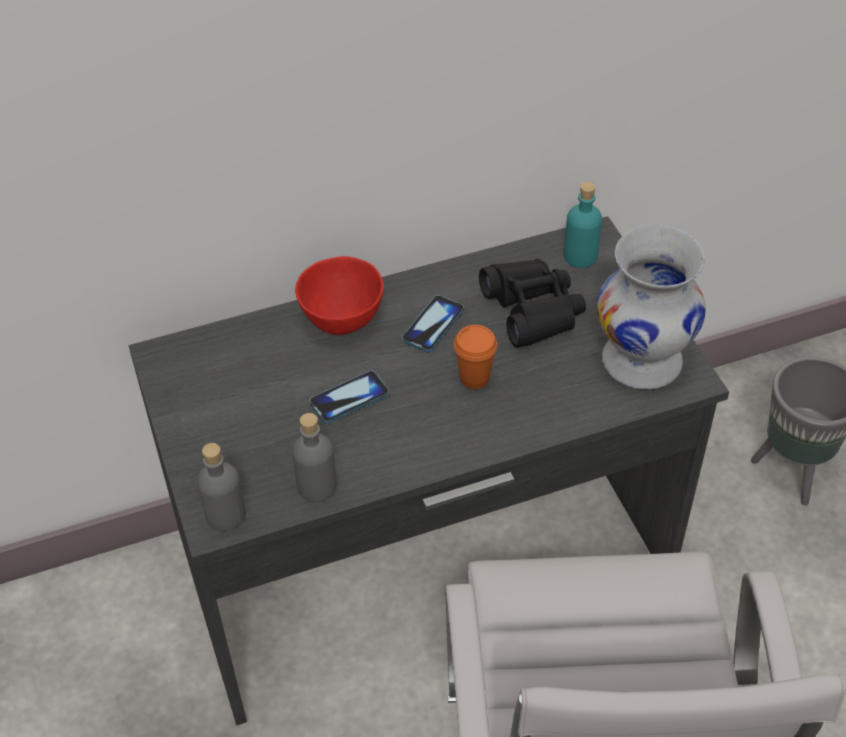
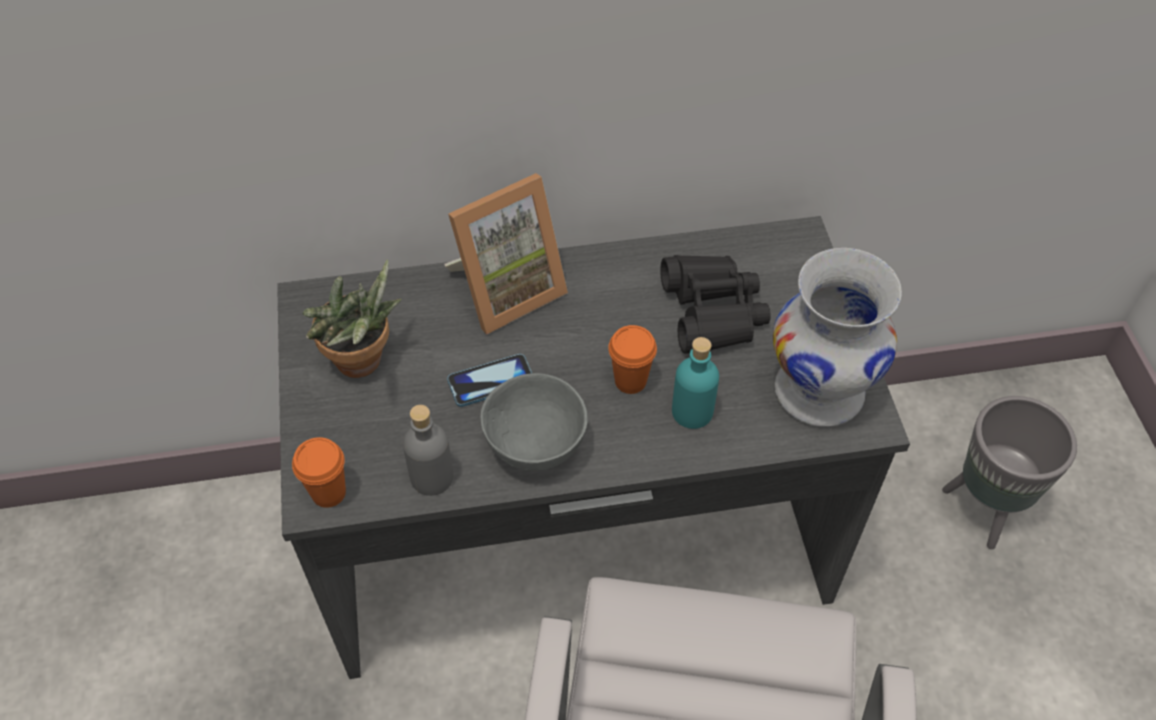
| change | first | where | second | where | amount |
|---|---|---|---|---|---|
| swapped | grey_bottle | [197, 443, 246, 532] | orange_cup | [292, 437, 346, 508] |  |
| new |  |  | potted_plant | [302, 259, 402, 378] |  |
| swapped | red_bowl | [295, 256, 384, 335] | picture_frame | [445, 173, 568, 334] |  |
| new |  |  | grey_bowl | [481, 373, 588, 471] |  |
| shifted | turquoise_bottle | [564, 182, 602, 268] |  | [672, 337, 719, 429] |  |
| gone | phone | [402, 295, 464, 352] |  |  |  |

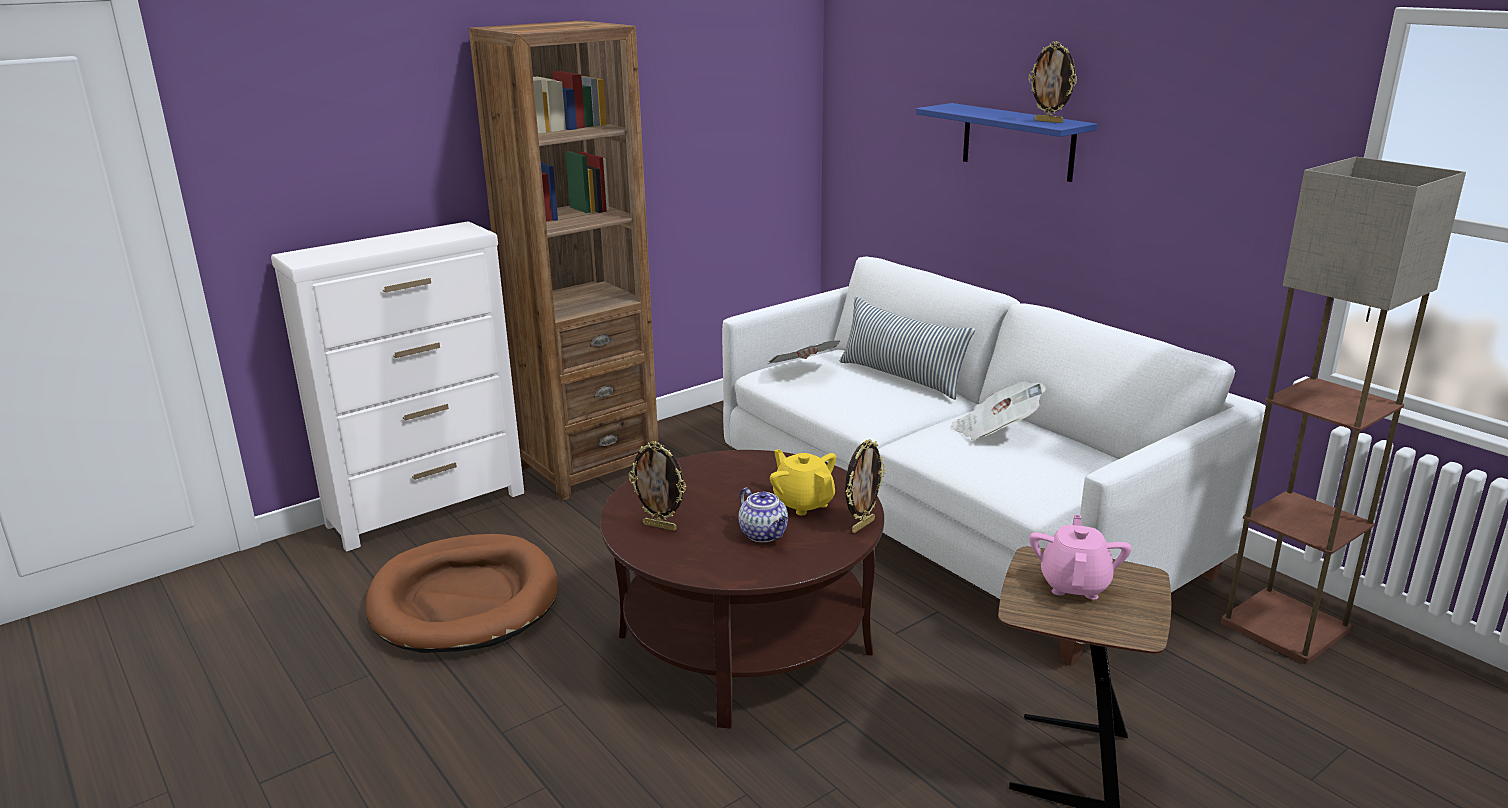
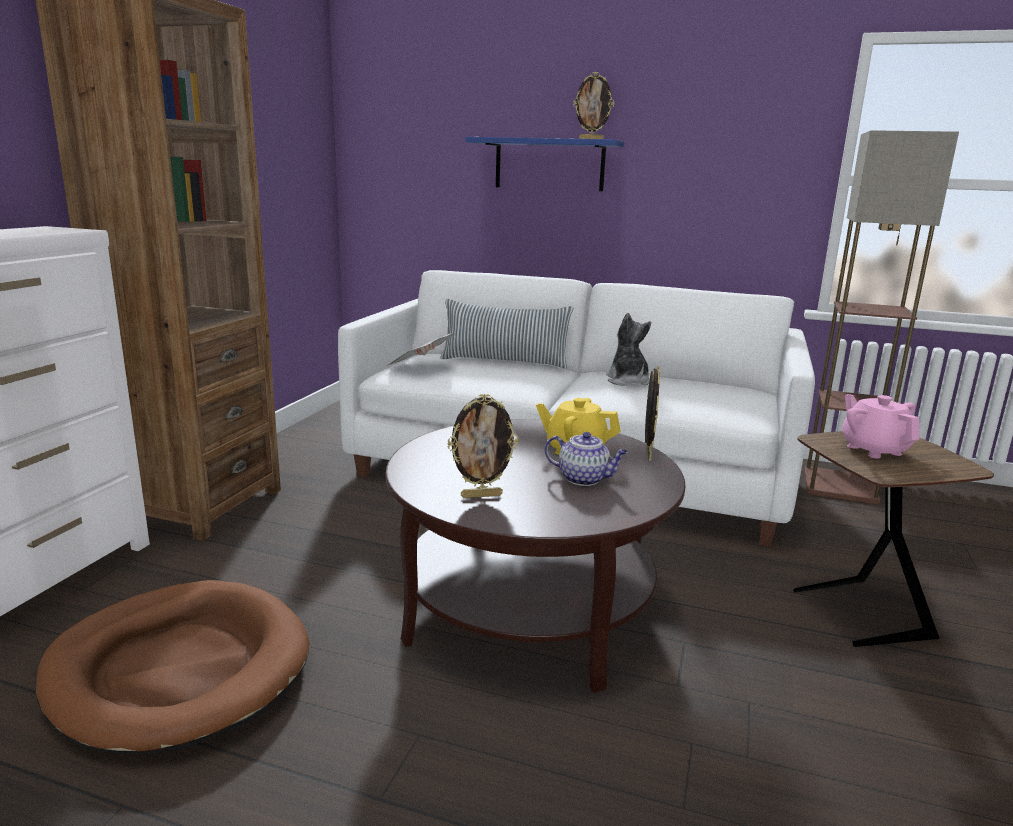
| change | first | where | second | where | amount |
|---|---|---|---|---|---|
| swapped | newspaper | [951, 381, 1046, 440] | plush_toy | [606, 313, 651, 386] |  |

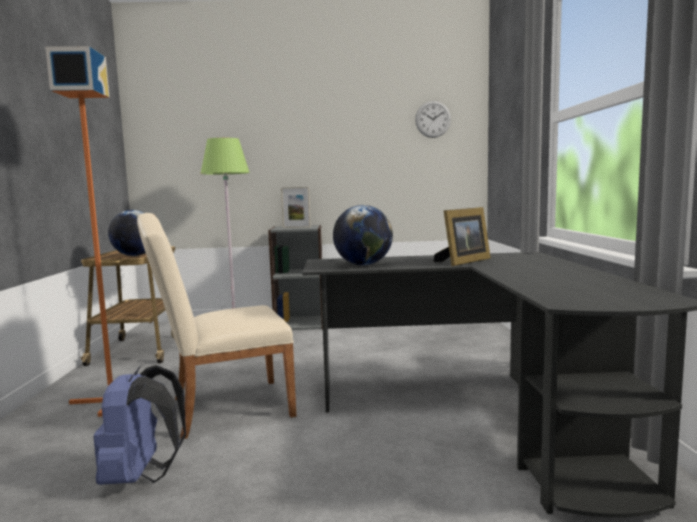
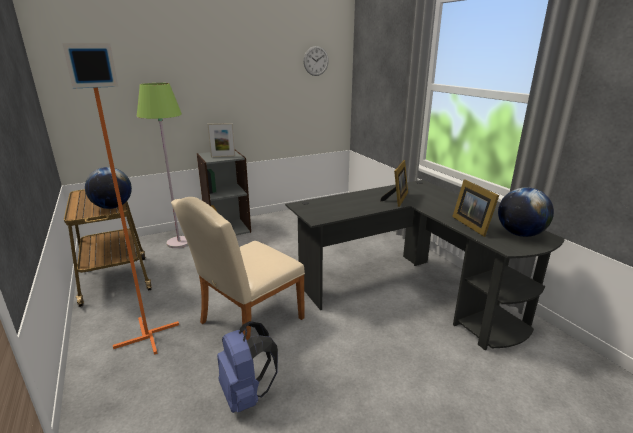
| change | first | where | second | where | amount |
|---|---|---|---|---|---|
| new |  |  | picture_frame | [452, 179, 499, 237] |  |
| shifted | globe | [333, 205, 393, 265] |  | [498, 187, 554, 237] |  |

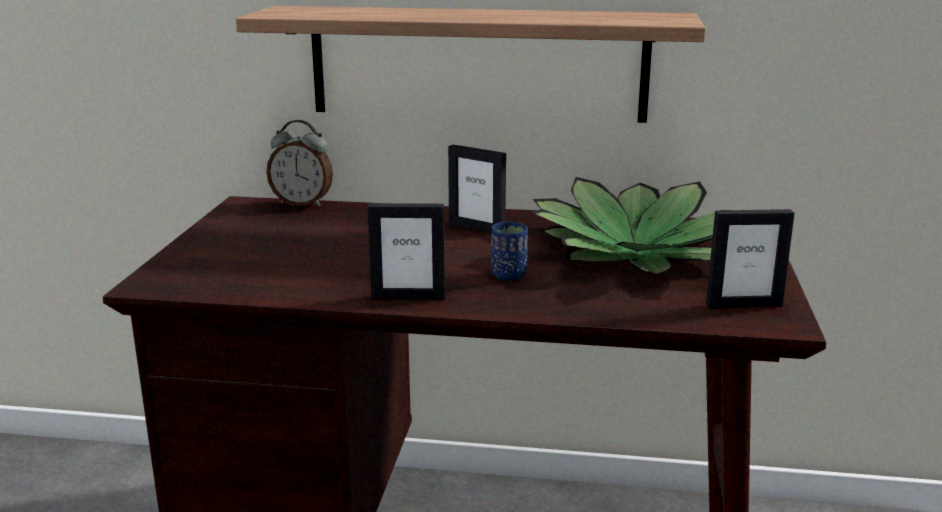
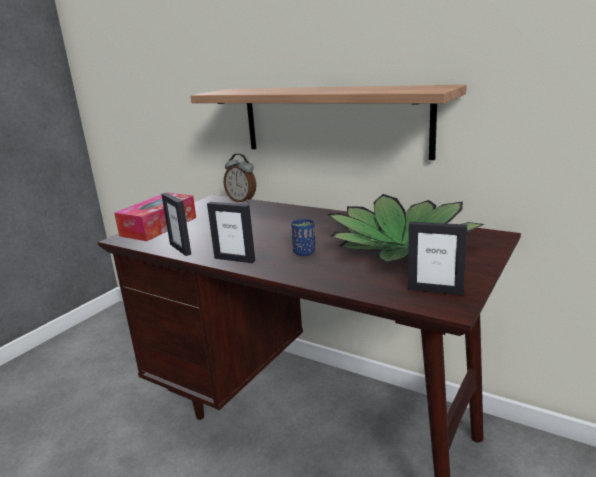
| change | first | where | second | where | amount |
|---|---|---|---|---|---|
| new |  |  | tissue_box | [114, 193, 196, 241] |  |
| shifted | picture_frame | [448, 145, 506, 233] |  | [161, 193, 191, 256] |  |

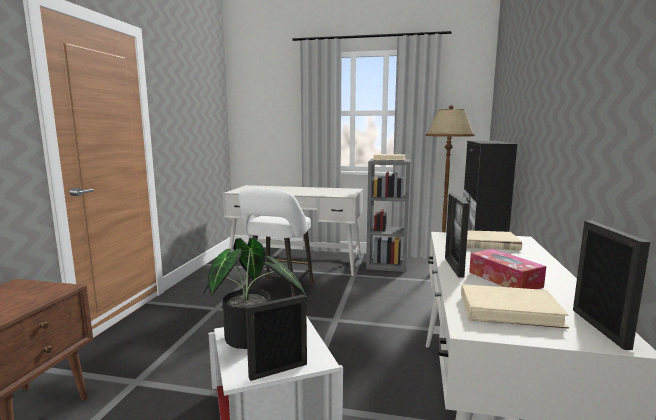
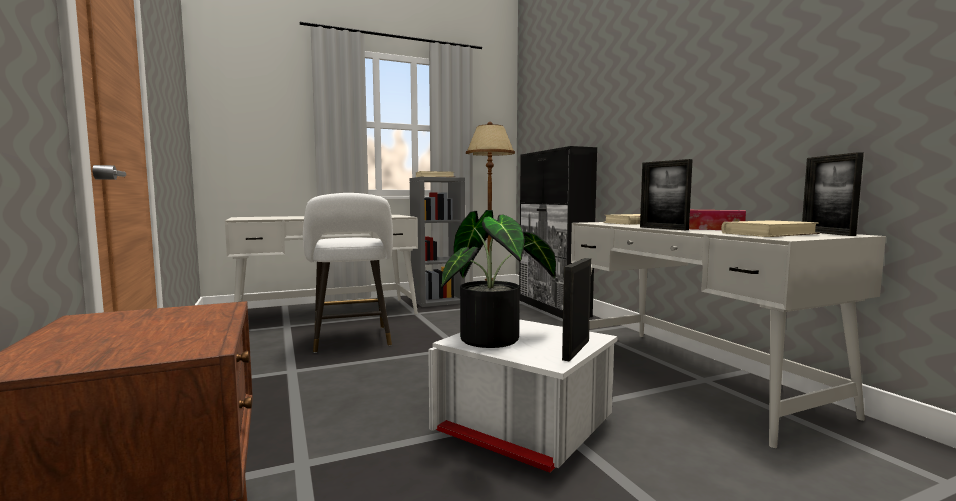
| change | first | where | second | where | amount |
|---|---|---|---|---|---|
| rotated | picture_frame | [573, 221, 650, 350] |  | [802, 152, 864, 236] | 150 degrees counterclockwise |

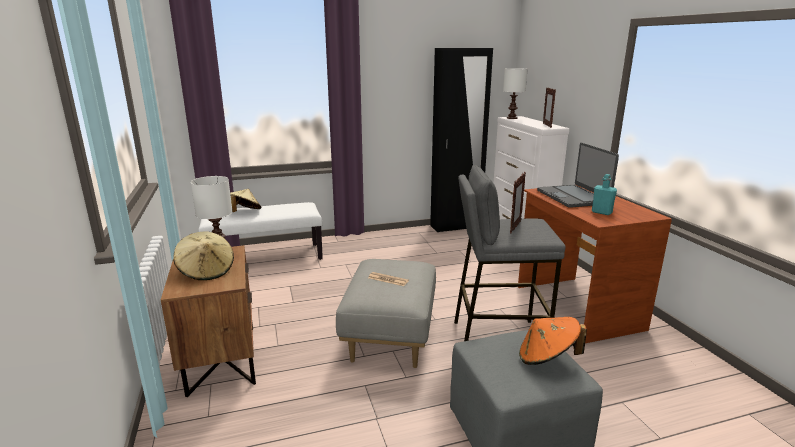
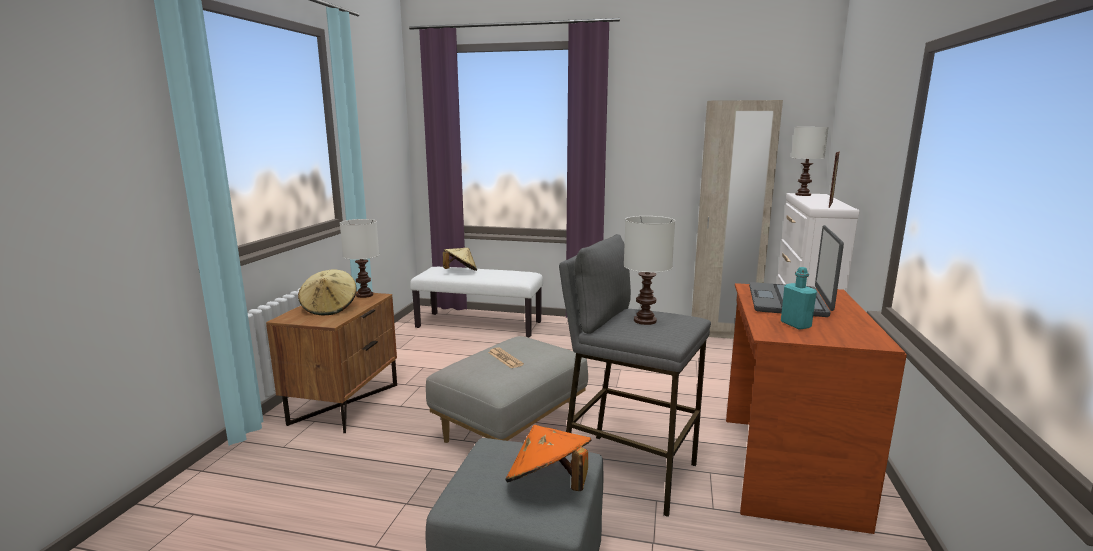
| change | first | where | second | where | amount |
|---|---|---|---|---|---|
| swapped | picture_frame | [510, 172, 526, 233] | white_table_lamp | [624, 216, 675, 325] |  |
| repainted | black_wardrobe | [430, 48, 493, 232] | beige_wardrobe | [692, 100, 783, 339] |  |

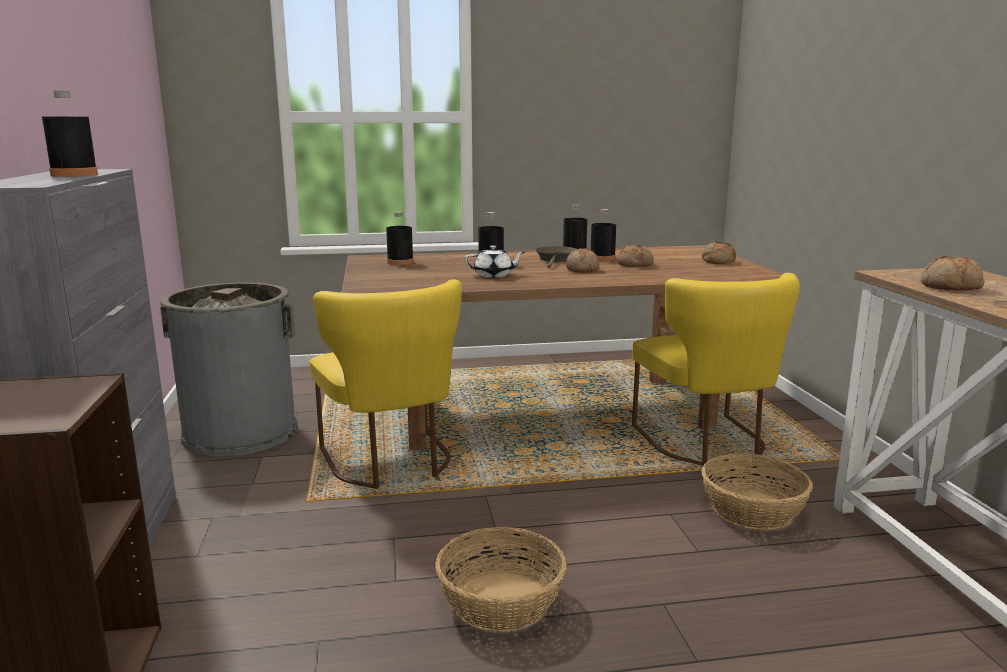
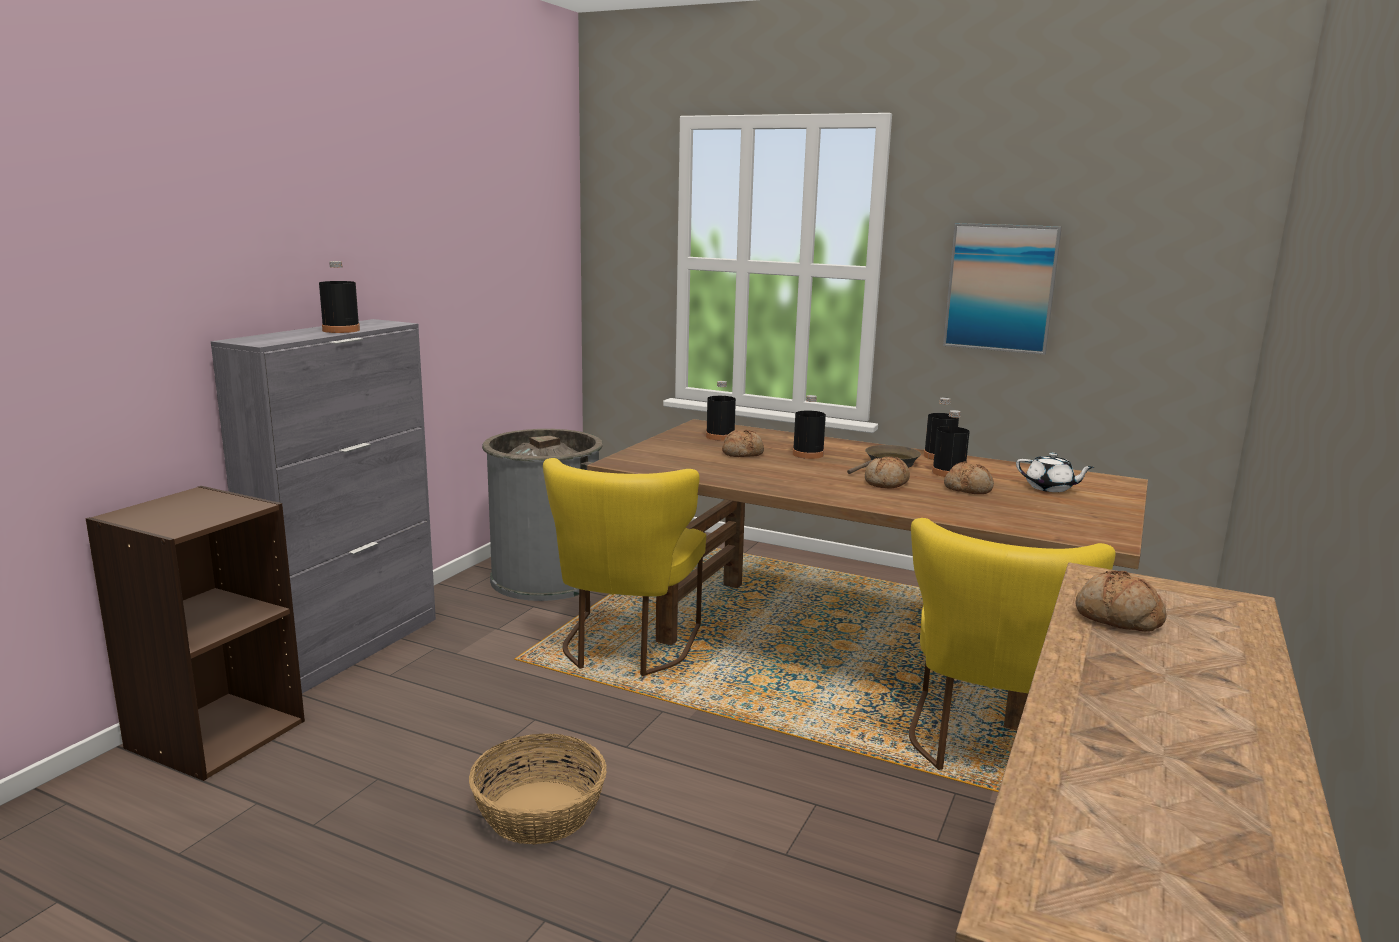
| change | first | where | second | where | amount |
|---|---|---|---|---|---|
| shifted | bread | [702, 241, 736, 264] |  | [722, 429, 764, 457] |  |
| new |  |  | picture | [943, 223, 1062, 355] |  |
| shifted | white_teapot | [464, 245, 525, 277] |  | [1016, 453, 1094, 492] |  |
| gone | basket | [701, 454, 813, 530] |  |  |  |

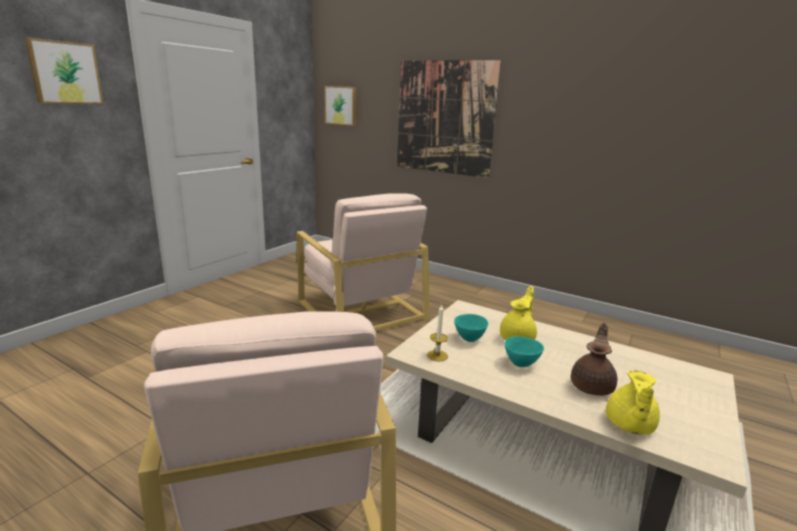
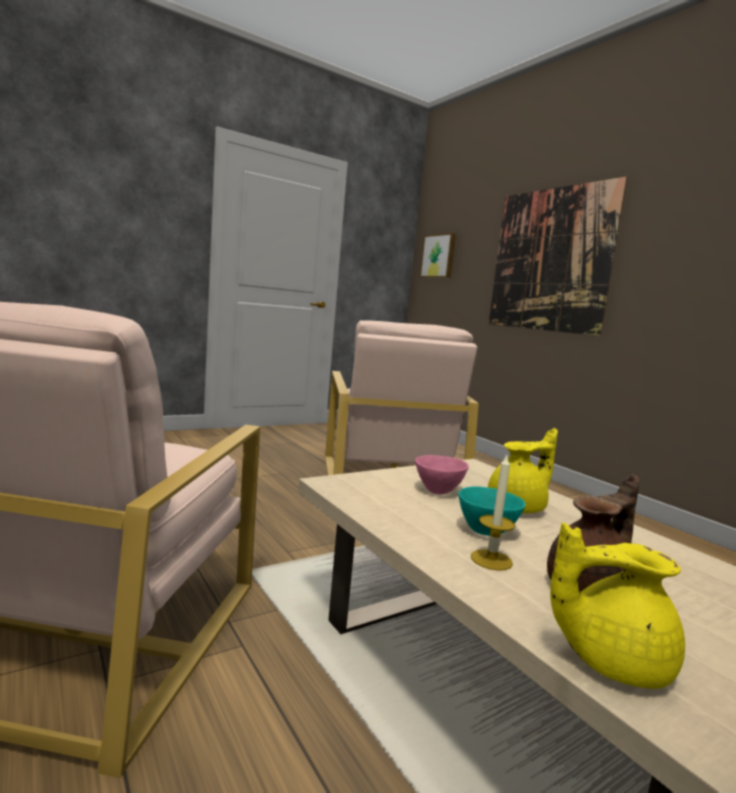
| change | first | where | second | where | amount |
|---|---|---|---|---|---|
| repainted | turquoise_bowl | [454, 314, 489, 342] | pink_bowl | [415, 455, 469, 494] |  |
| shifted | candle | [427, 304, 448, 362] |  | [471, 455, 515, 571] |  |
| rotated | yellow_teapot | [606, 370, 660, 435] |  | [550, 522, 685, 689] | 45 degrees clockwise |
| gone | picture | [25, 38, 104, 104] |  |  |  |

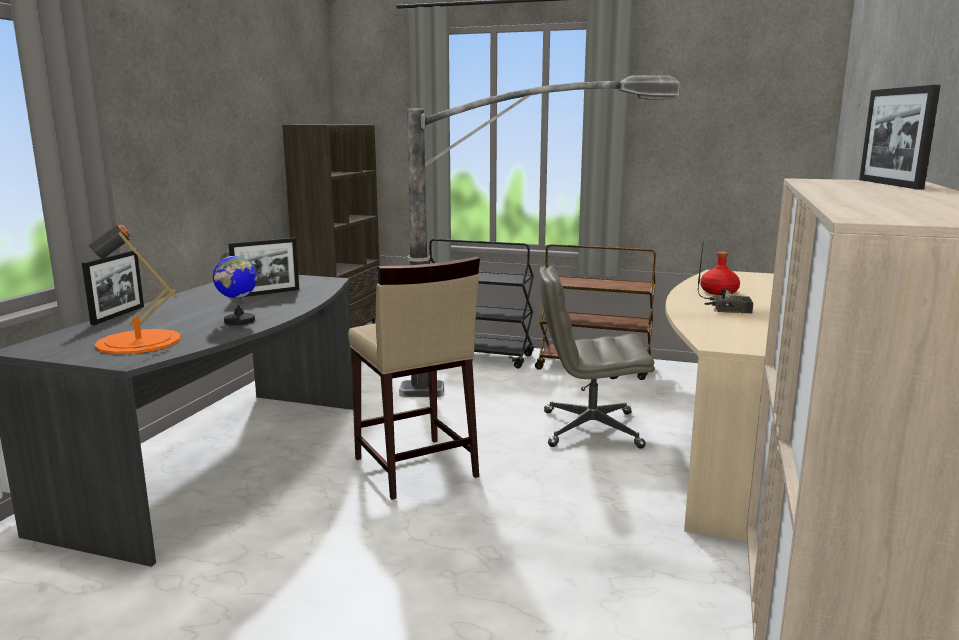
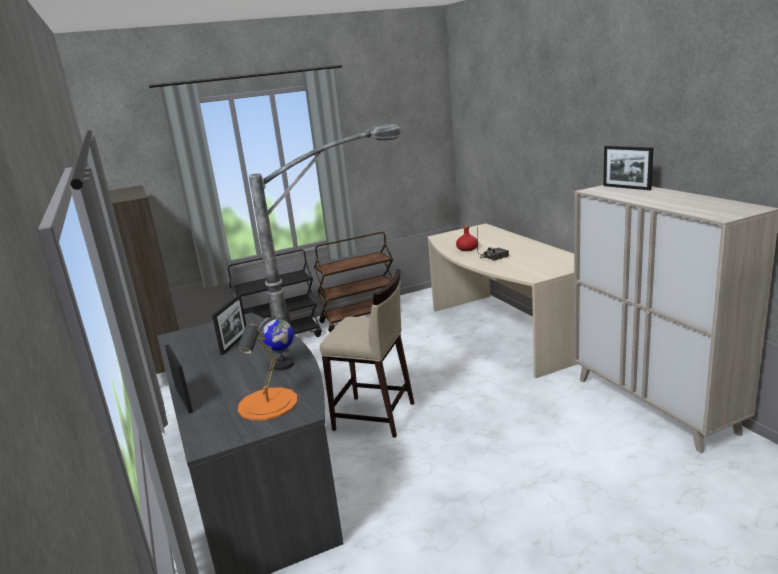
| change | first | where | second | where | amount |
|---|---|---|---|---|---|
| gone | grey_office_chair | [539, 266, 655, 449] |  |  |  |

